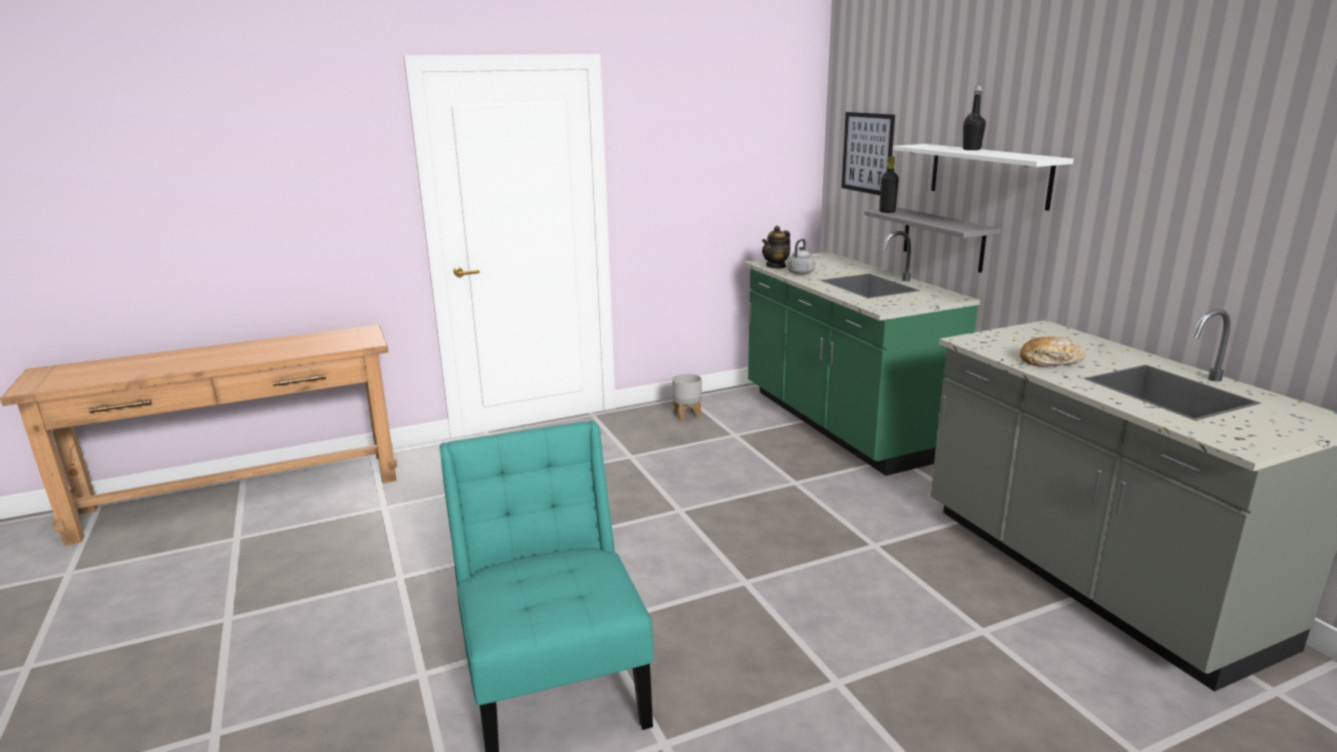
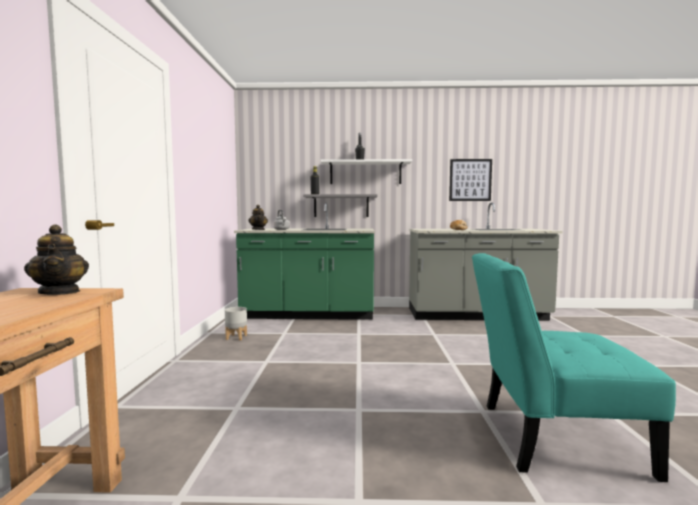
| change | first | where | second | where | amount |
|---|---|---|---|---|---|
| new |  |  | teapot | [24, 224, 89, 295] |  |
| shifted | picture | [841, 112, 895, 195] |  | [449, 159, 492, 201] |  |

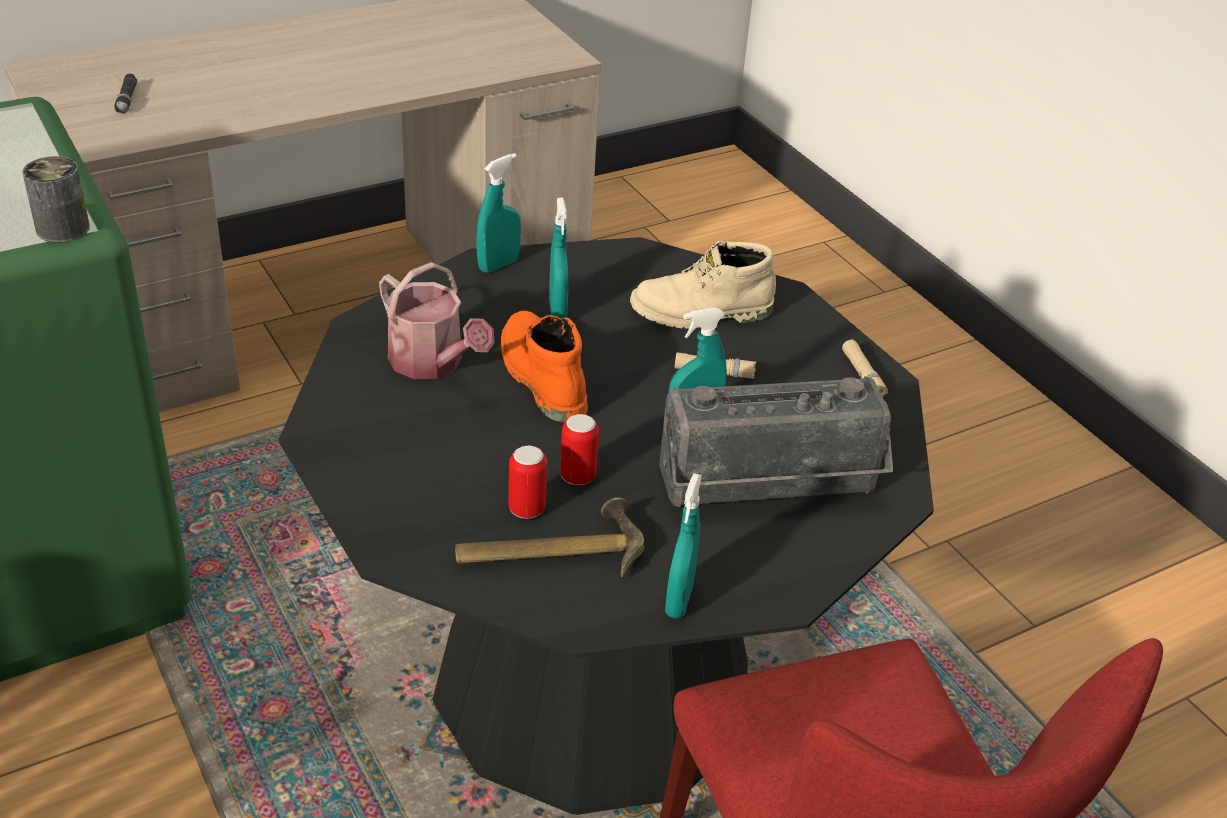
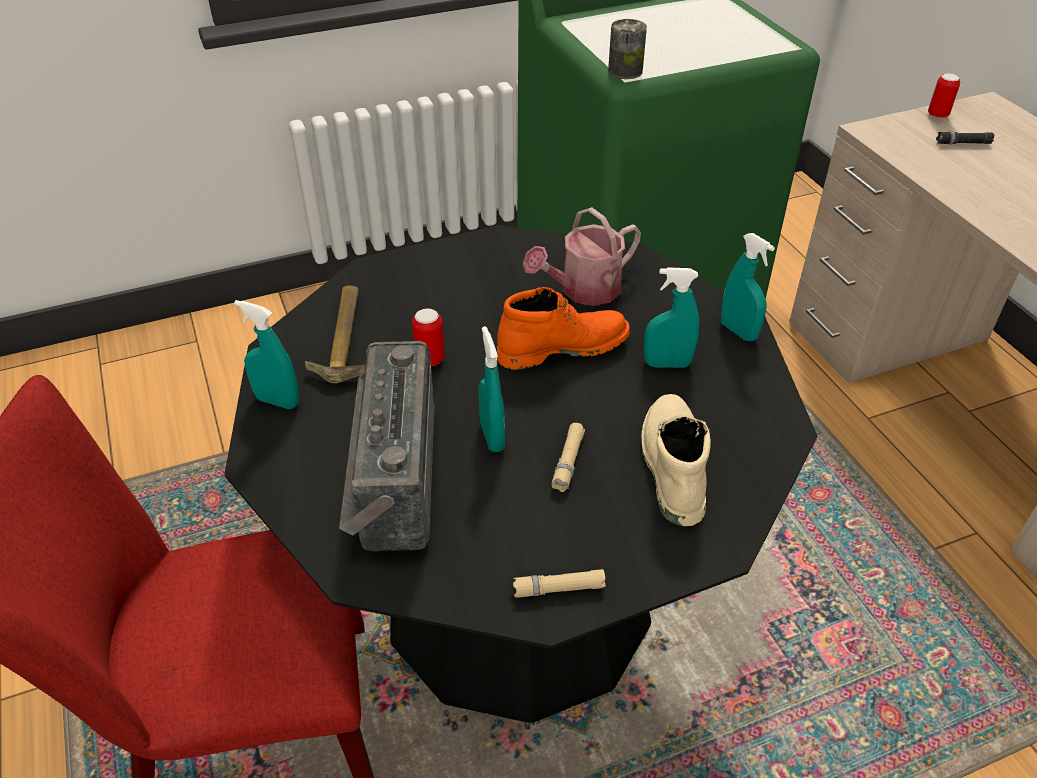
| change | first | where | second | where | amount |
|---|---|---|---|---|---|
| shifted | can | [509, 446, 547, 519] |  | [928, 73, 960, 119] |  |

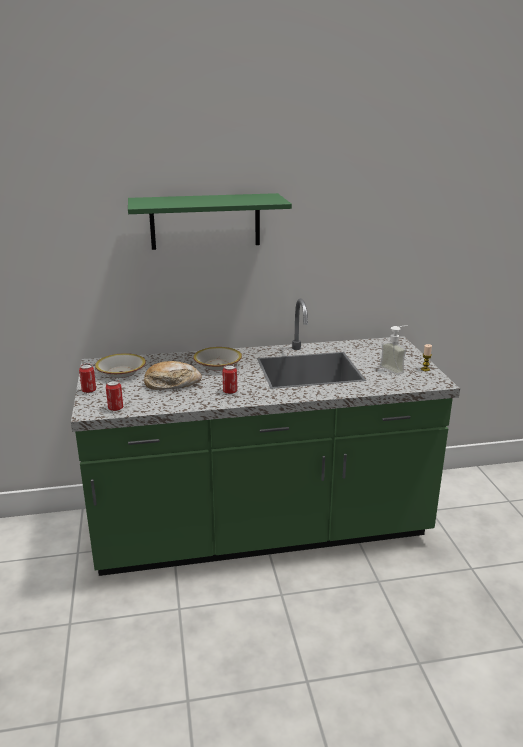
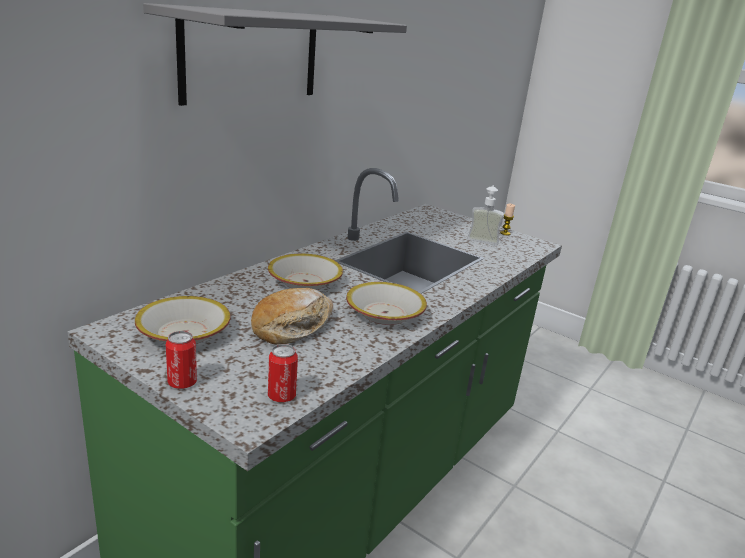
| change | first | where | second | where | amount |
|---|---|---|---|---|---|
| repainted | green_shelf | [128, 193, 292, 250] | grey_shelf | [143, 3, 407, 106] |  |
| swapped | can | [222, 365, 237, 394] | bowl | [346, 282, 427, 325] |  |

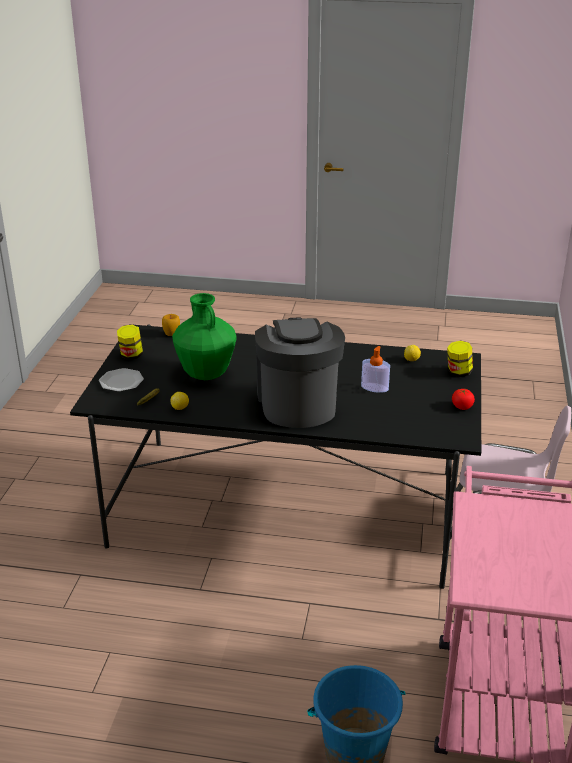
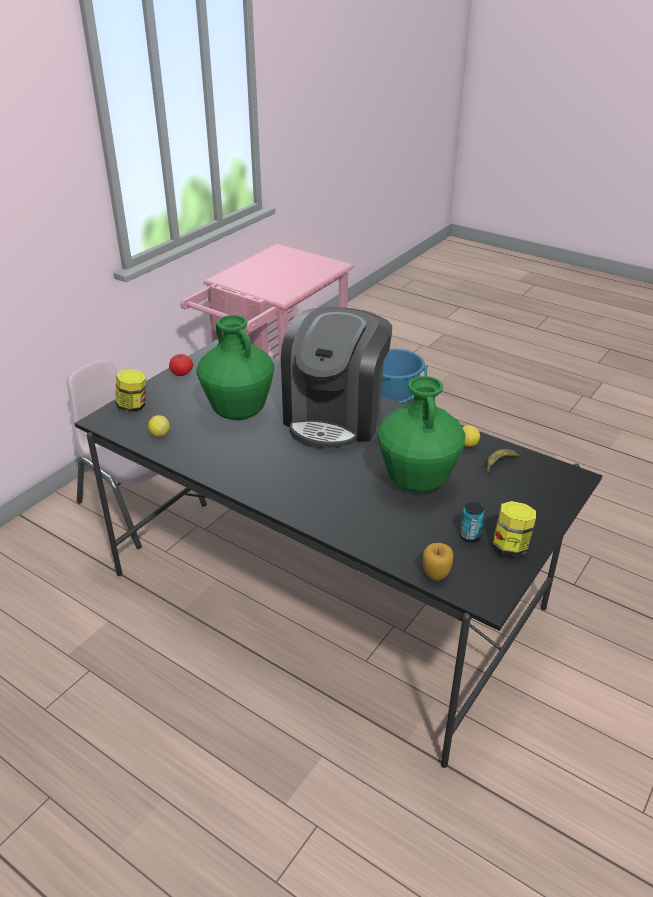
| change | first | where | second | where | amount |
|---|---|---|---|---|---|
| swapped | soap_dispenser | [361, 346, 390, 393] | green_vase | [196, 315, 274, 420] |  |
| new |  |  | can | [460, 502, 485, 542] |  |
| gone | plate | [99, 368, 144, 392] |  |  |  |

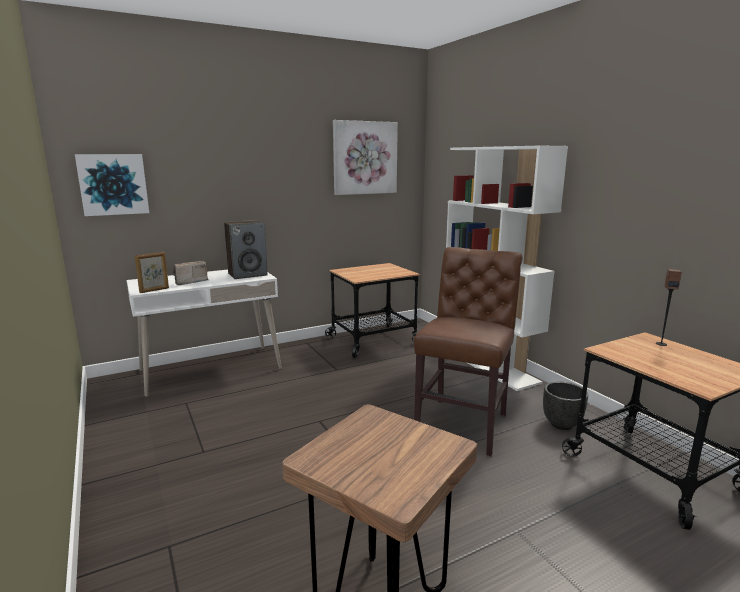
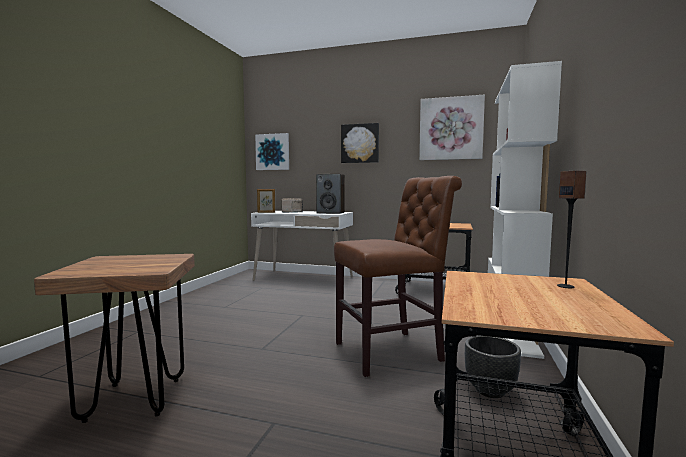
| change | first | where | second | where | amount |
|---|---|---|---|---|---|
| new |  |  | picture | [341, 123, 379, 163] |  |

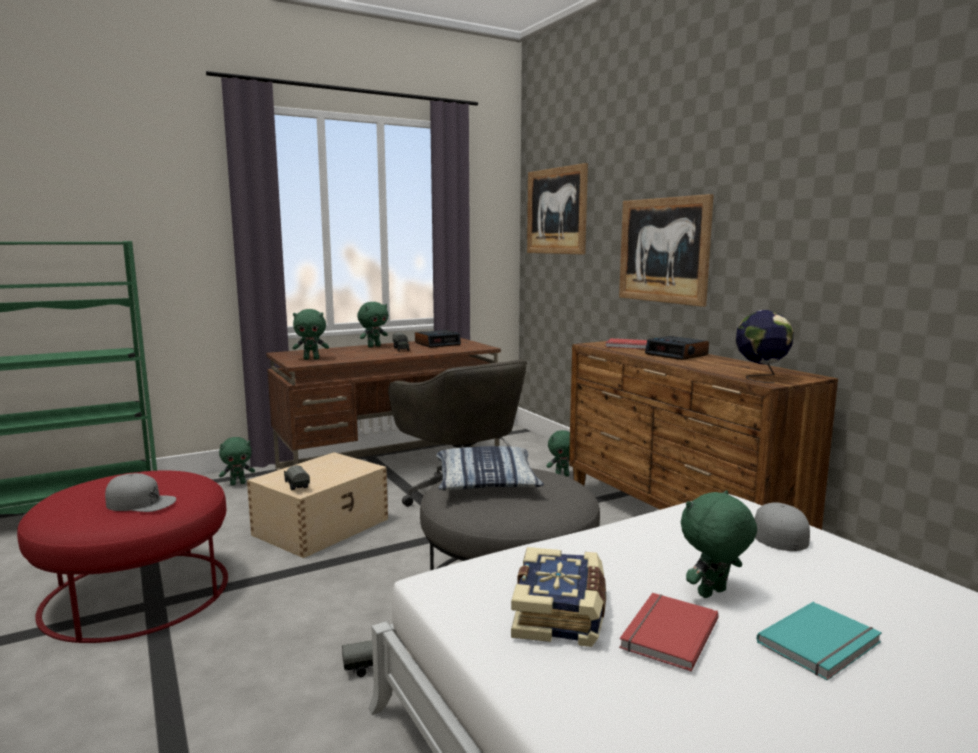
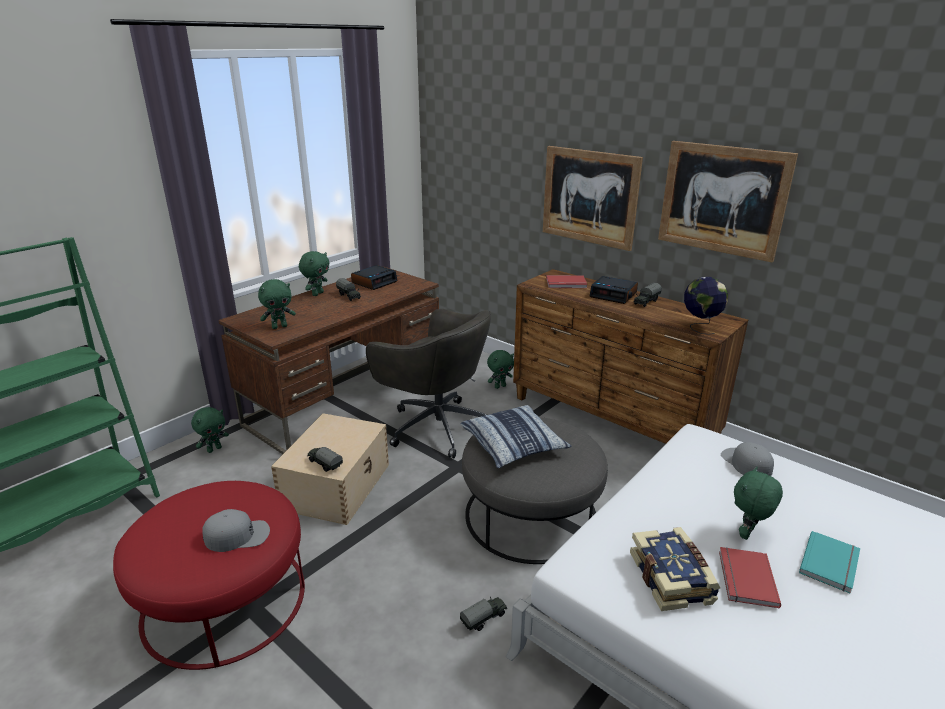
| change | first | where | second | where | amount |
|---|---|---|---|---|---|
| new |  |  | toy_truck | [633, 283, 662, 307] |  |
| shifted | picture | [527, 163, 588, 254] |  | [658, 141, 798, 262] |  |

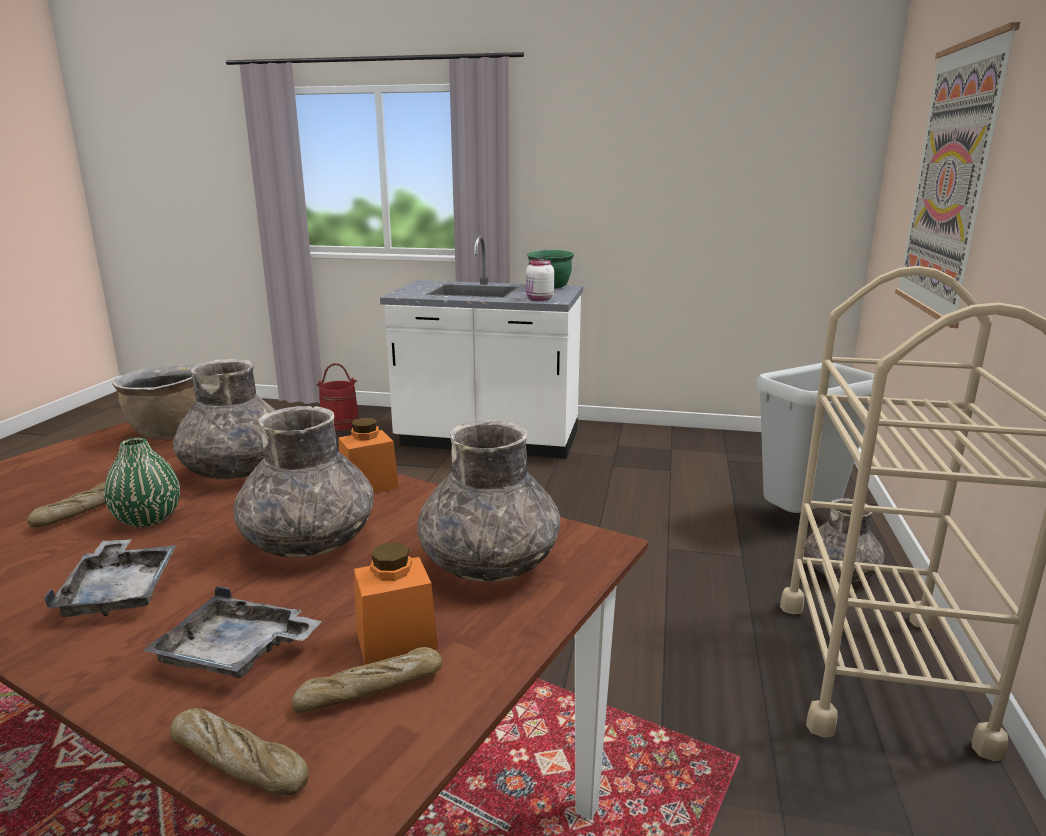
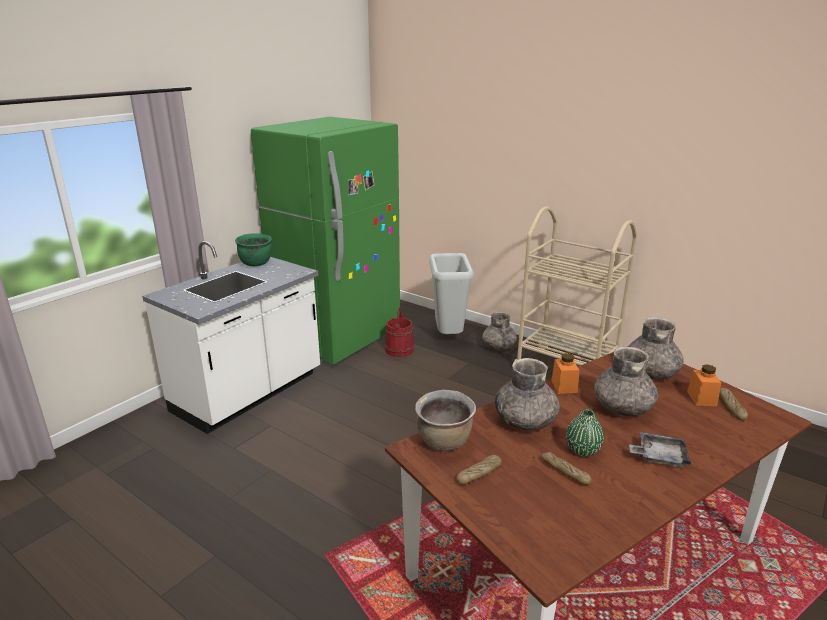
| change | first | where | second | where | amount |
|---|---|---|---|---|---|
| new |  |  | green_fridge | [251, 117, 400, 364] |  |
| shifted | red_bucket | [316, 363, 359, 430] |  | [385, 307, 414, 357] |  |
| shifted | bread | [170, 708, 309, 795] |  | [456, 455, 502, 484] |  |
| gone | grey_tray | [142, 586, 322, 678] |  |  |  |
| gone | white_jar | [526, 259, 554, 301] |  |  |  |
| gone | picture | [895, 22, 1020, 328] |  |  |  |

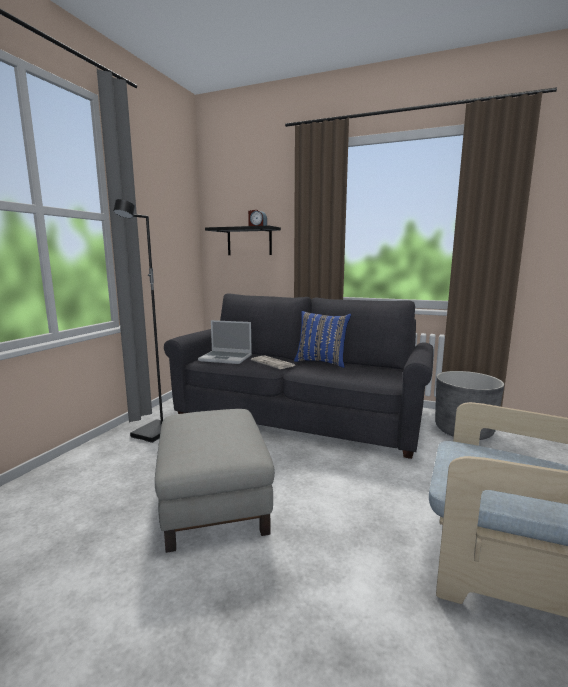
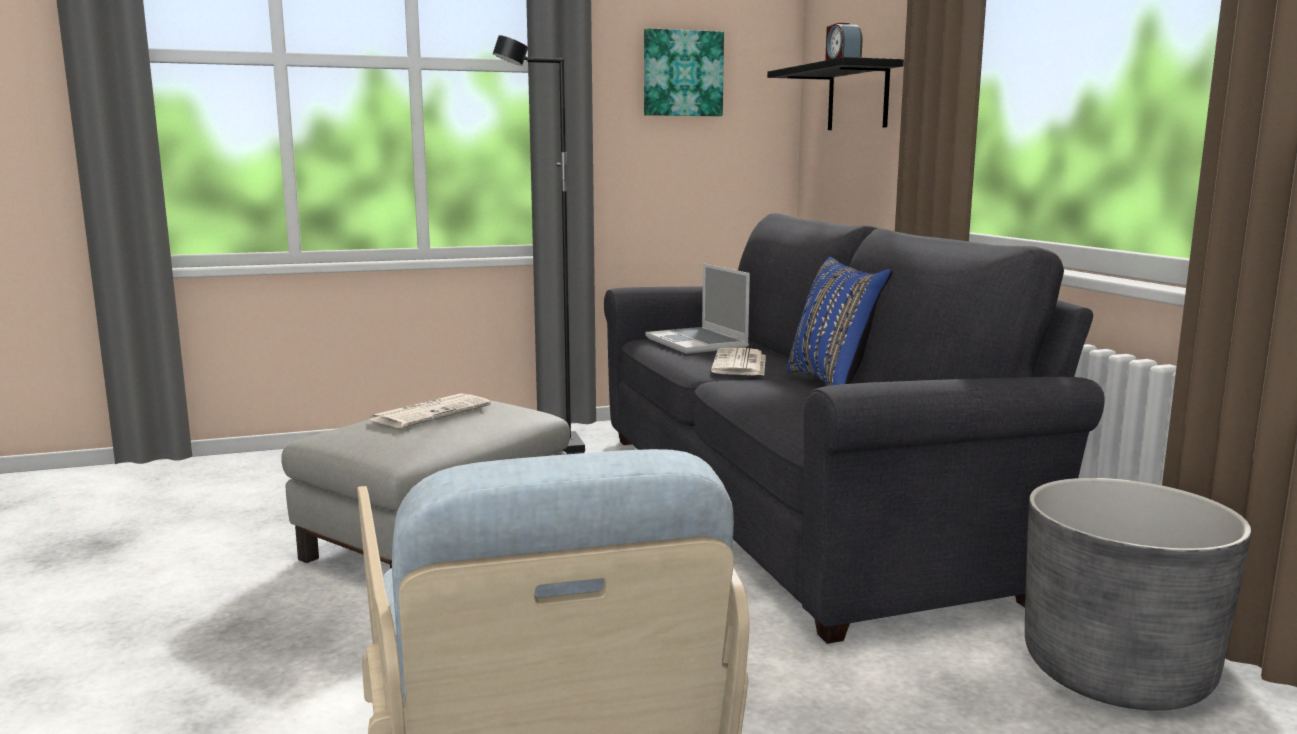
| change | first | where | second | where | amount |
|---|---|---|---|---|---|
| new |  |  | newspaper | [368, 393, 491, 428] |  |
| new |  |  | picture | [644, 28, 724, 117] |  |

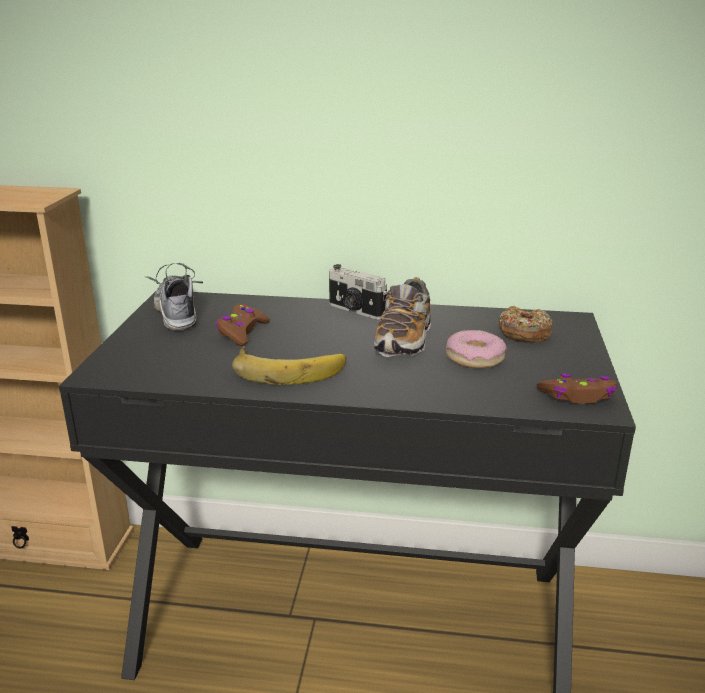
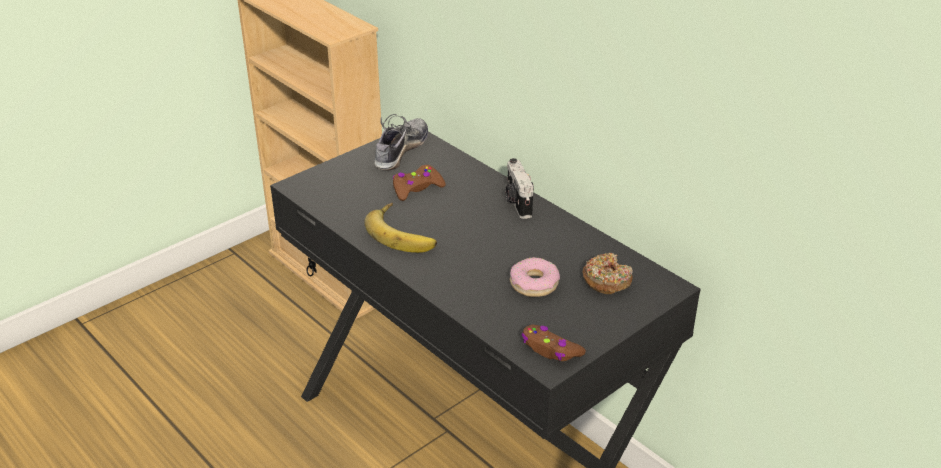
| change | first | where | second | where | amount |
|---|---|---|---|---|---|
| gone | shoe | [374, 277, 431, 357] |  |  |  |

